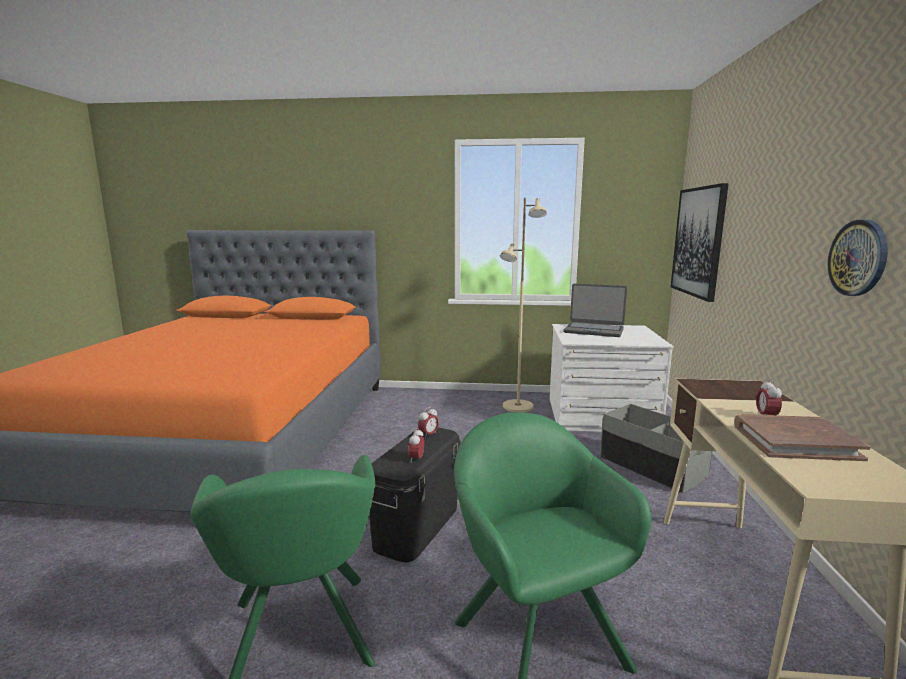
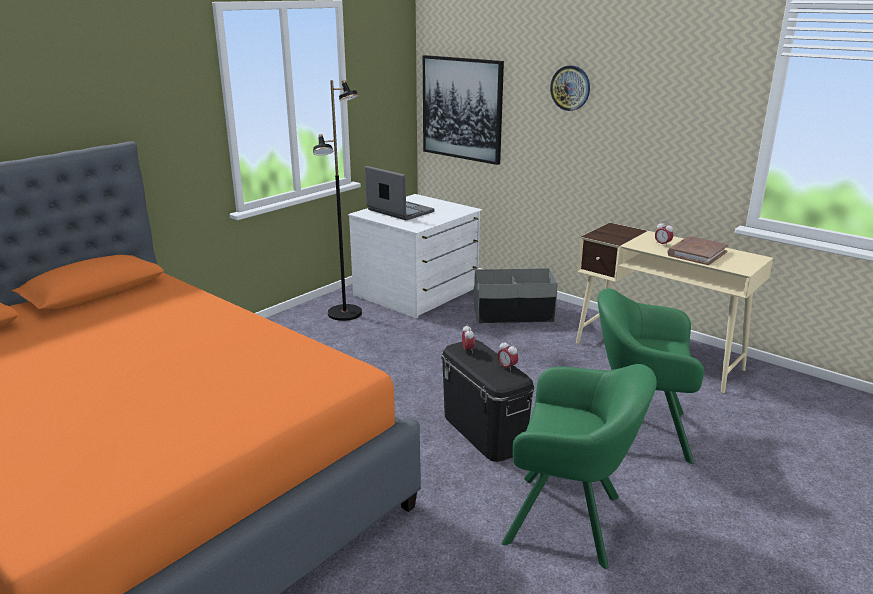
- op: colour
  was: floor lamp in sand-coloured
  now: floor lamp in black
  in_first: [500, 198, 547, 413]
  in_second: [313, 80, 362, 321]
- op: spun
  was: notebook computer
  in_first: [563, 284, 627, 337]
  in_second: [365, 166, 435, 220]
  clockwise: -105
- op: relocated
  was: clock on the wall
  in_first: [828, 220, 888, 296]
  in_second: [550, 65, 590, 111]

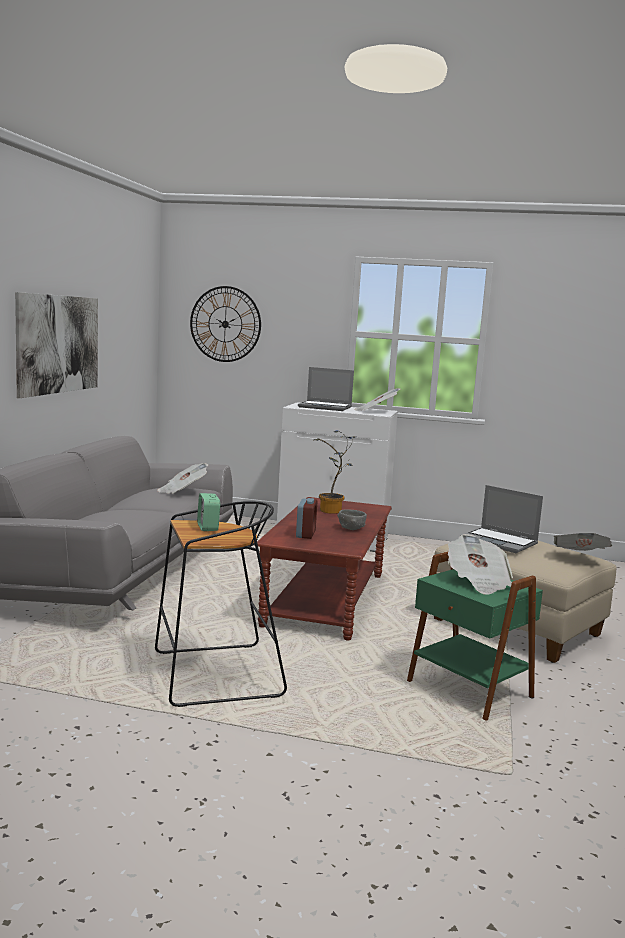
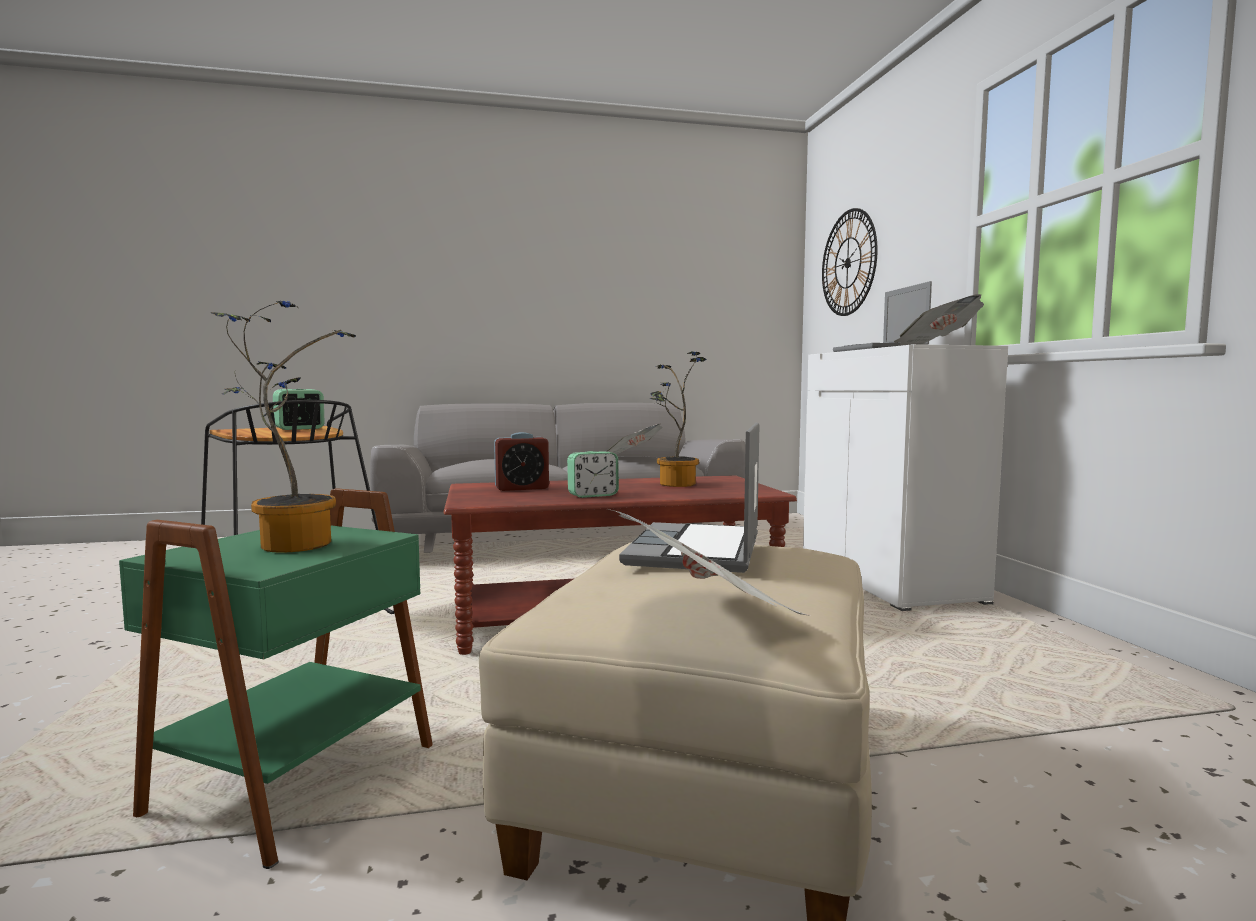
- op: missing
  was: wall picture
  in_first: [15, 292, 98, 398]
- op: exchanged
  was: deep dish in grey
  now: table clock
  in_first: [337, 509, 367, 530]
  in_second: [567, 451, 619, 498]
- op: exchanged
  was: newspaper
  now: houseplant
  in_first: [448, 534, 513, 595]
  in_second: [211, 301, 356, 553]

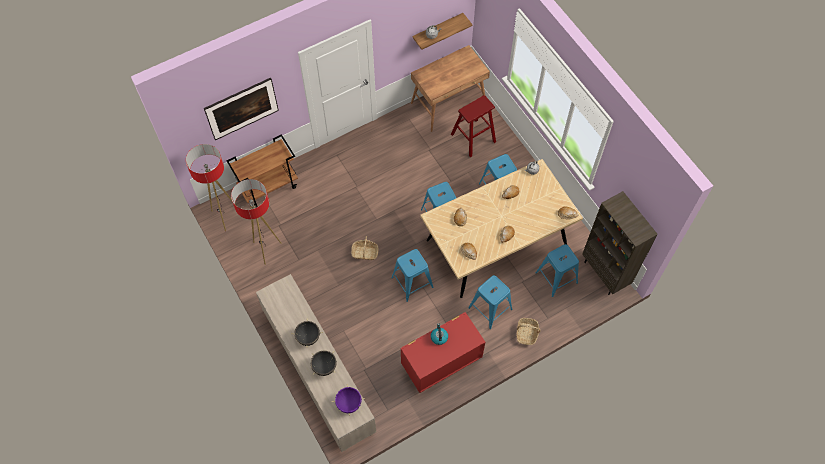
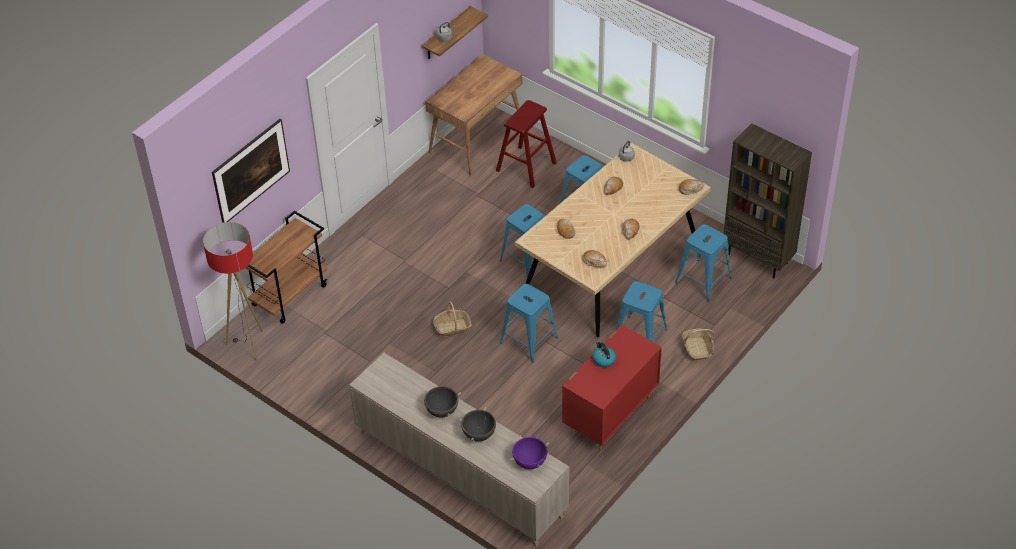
- op: missing
  was: floor lamp
  in_first: [231, 179, 282, 265]

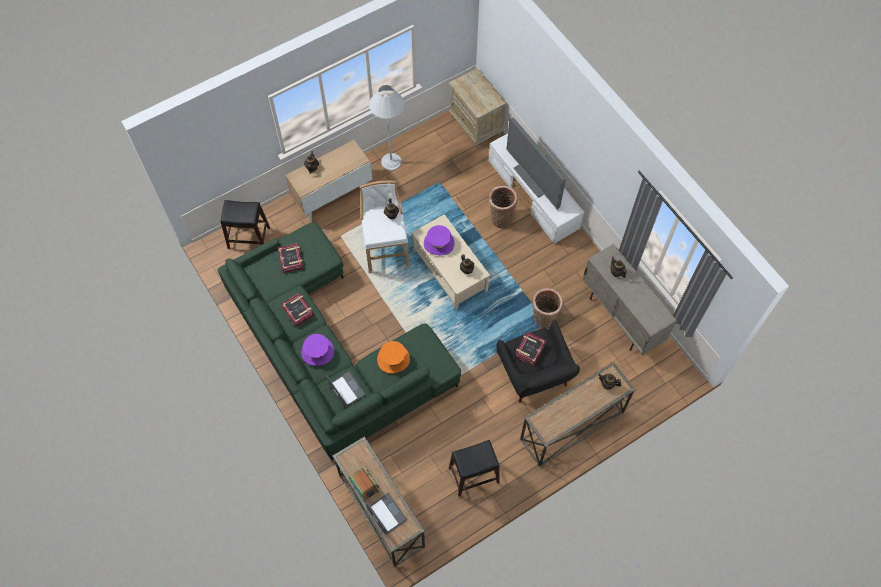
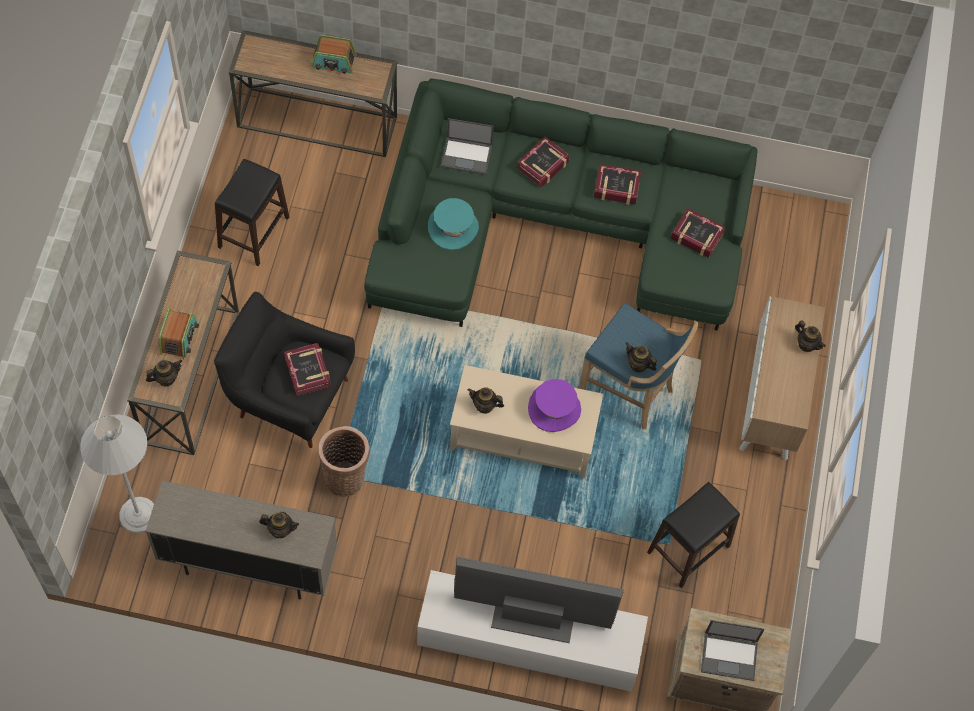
- op: relocated
  was: stool in black
  in_first: [220, 200, 270, 249]
  in_second: [647, 482, 740, 588]
- op: exchanged
  was: hat in purple
  now: book
  in_first: [301, 334, 334, 366]
  in_second: [517, 137, 570, 188]
- op: colour
  was: stool in whitish
  now: stool in blue-coloured
  in_first: [360, 181, 410, 273]
  in_second: [578, 303, 699, 430]
- op: relocated
  was: notebook computer
  in_first: [365, 493, 407, 535]
  in_second: [701, 620, 765, 681]
- op: relocated
  was: floor lamp in whitish
  in_first: [369, 85, 405, 171]
  in_second: [80, 414, 154, 533]
- op: colour
  was: hat in orangey
  now: hat in blue-green
  in_first: [377, 341, 410, 373]
  in_second: [428, 198, 479, 250]
- op: missing
  was: household basket
  in_first: [489, 186, 517, 228]
- op: appeared
  now: radio receiver
  in_second: [159, 308, 199, 359]

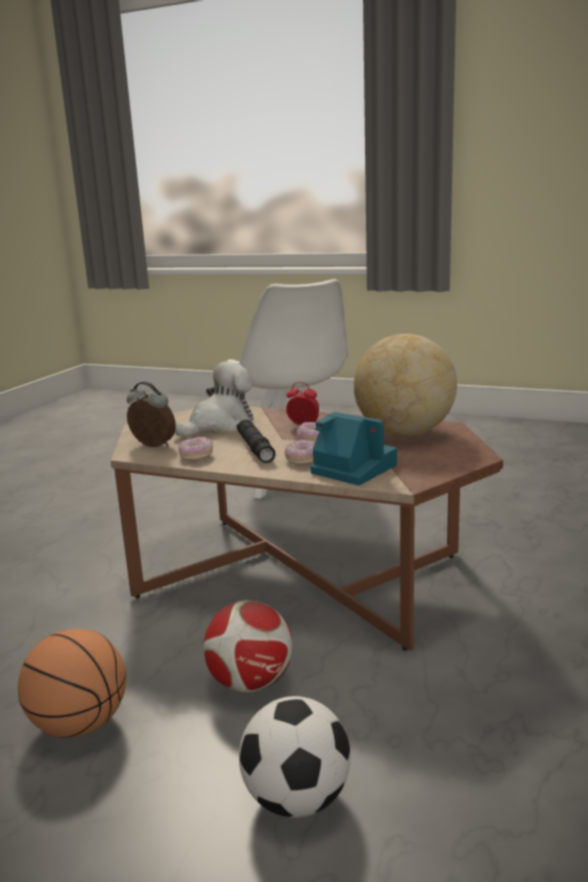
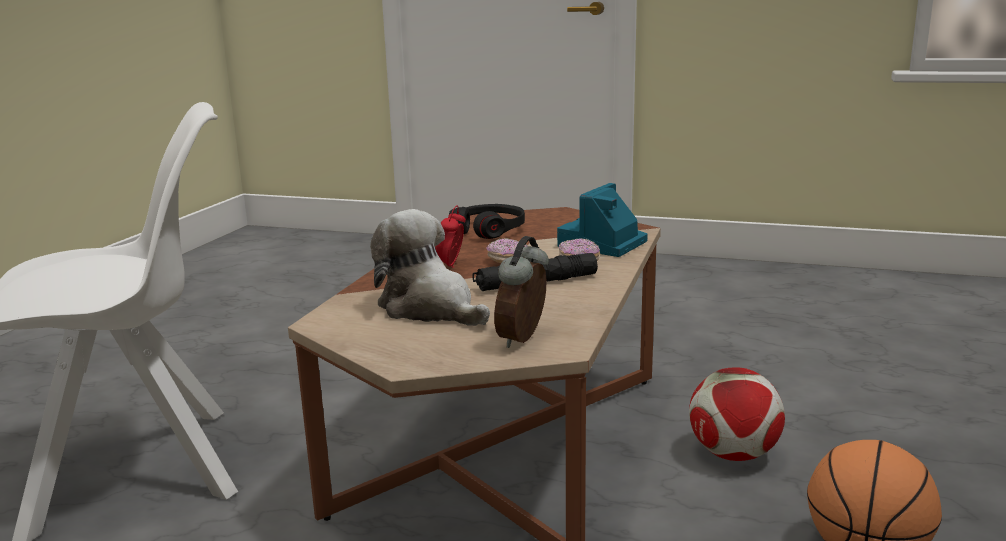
- op: missing
  was: donut
  in_first: [178, 437, 213, 461]
- op: missing
  was: football ball
  in_first: [239, 696, 351, 818]
- op: exchanged
  was: world globe
  now: headset in black
  in_first: [354, 334, 457, 436]
  in_second: [449, 204, 525, 239]

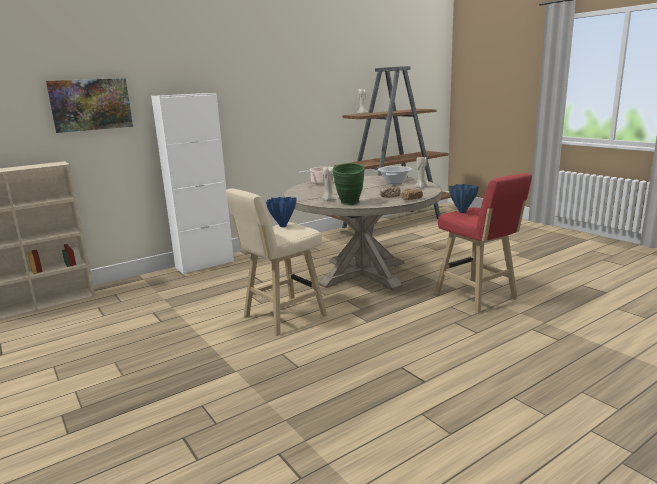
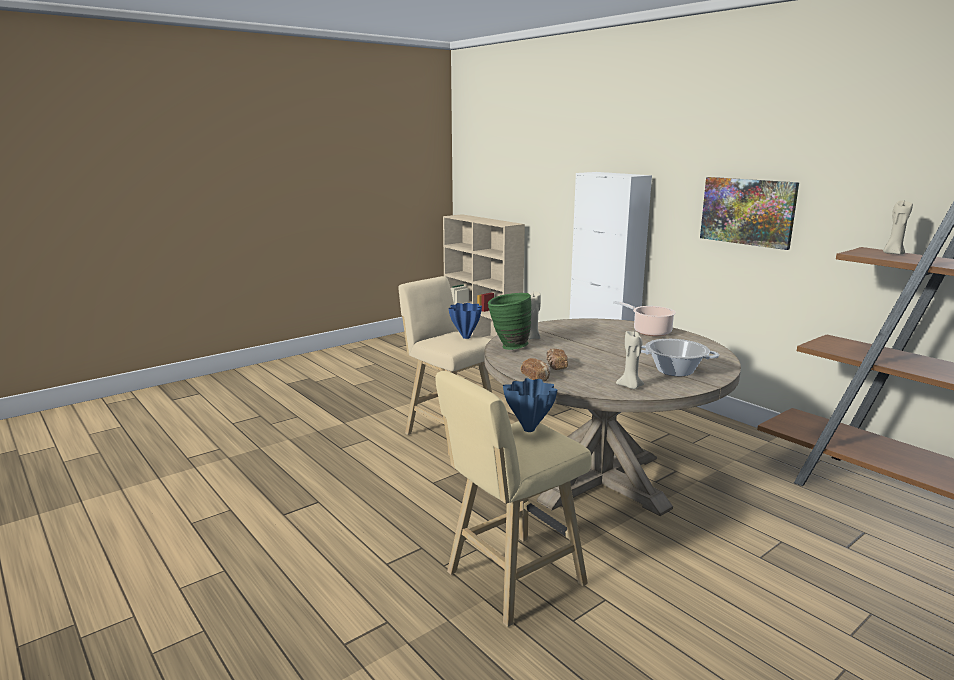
- op: relocated
  was: wall picture
  in_first: [46, 78, 133, 133]
  in_second: [700, 177, 799, 250]
- op: colour
  was: stool in red
  now: stool in sand-coloured
  in_first: [435, 173, 532, 314]
  in_second: [436, 371, 592, 627]

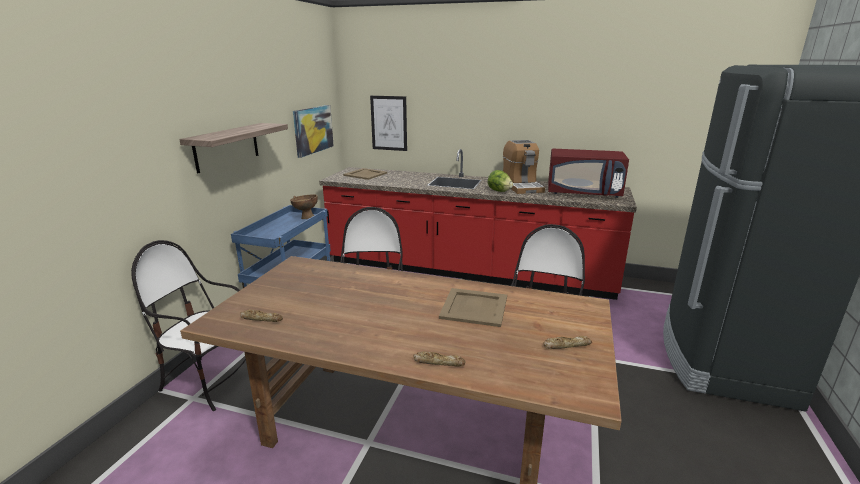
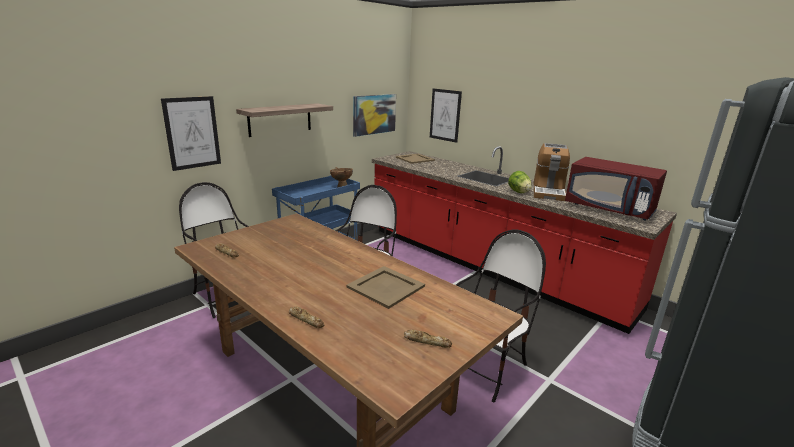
- op: appeared
  now: wall picture
  in_second: [161, 96, 221, 171]

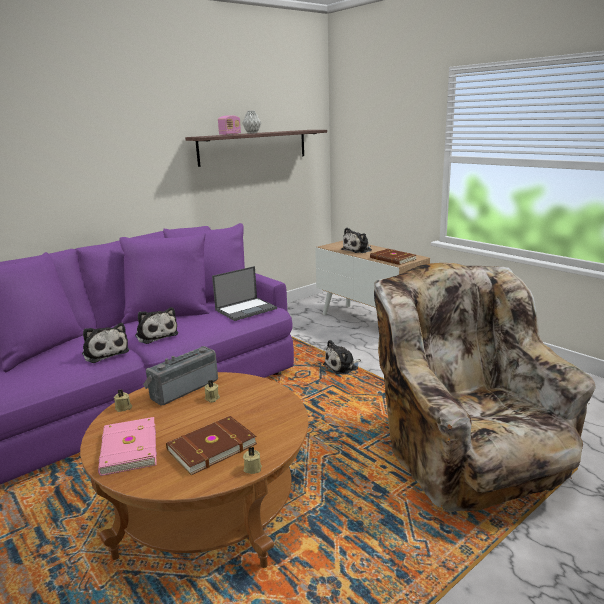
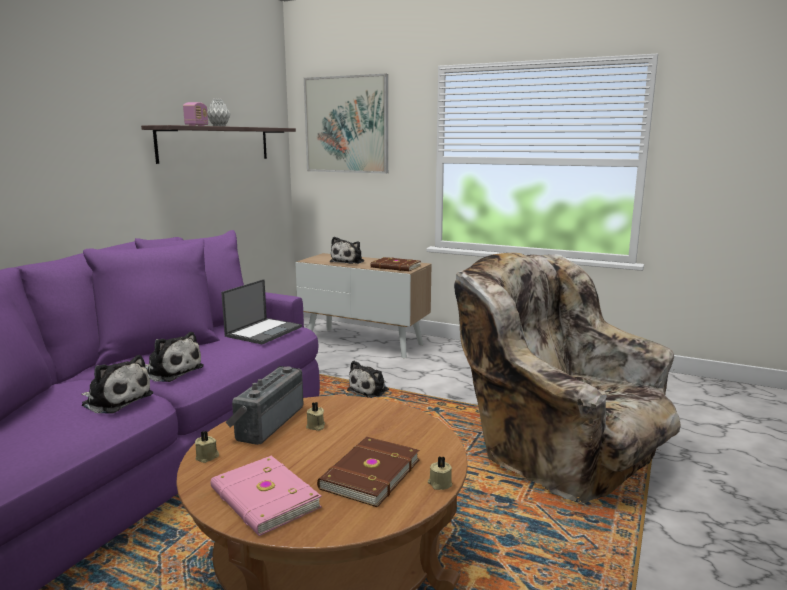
- op: appeared
  now: wall picture
  in_second: [304, 74, 388, 174]

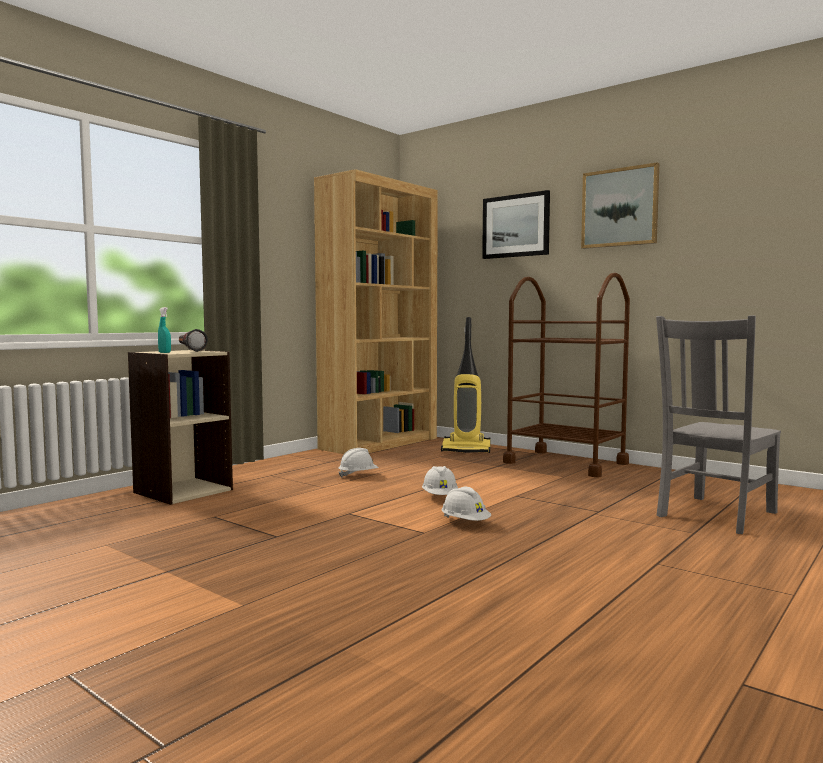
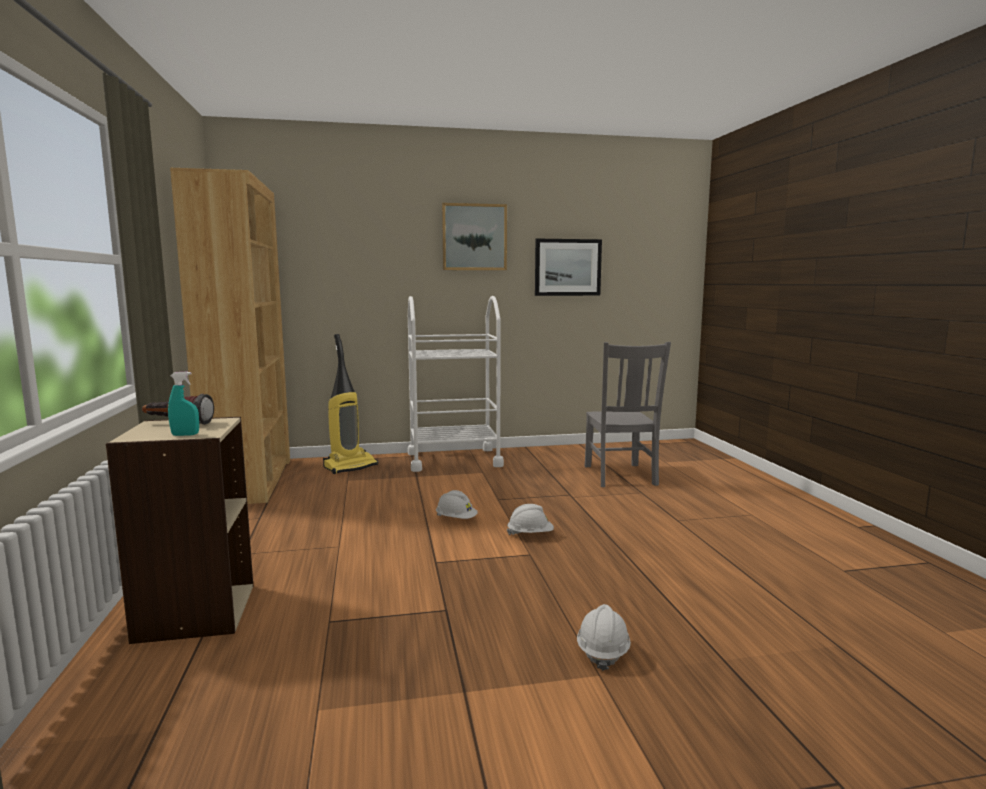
- op: relocated
  was: hard hat in whitish
  in_first: [339, 448, 379, 478]
  in_second: [577, 604, 631, 671]
- op: relocated
  was: wall picture
  in_first: [482, 190, 550, 259]
  in_second: [535, 239, 602, 296]
- op: colour
  was: cart in brown-coloured
  now: cart in whitish
  in_first: [503, 272, 630, 477]
  in_second: [408, 296, 504, 472]

